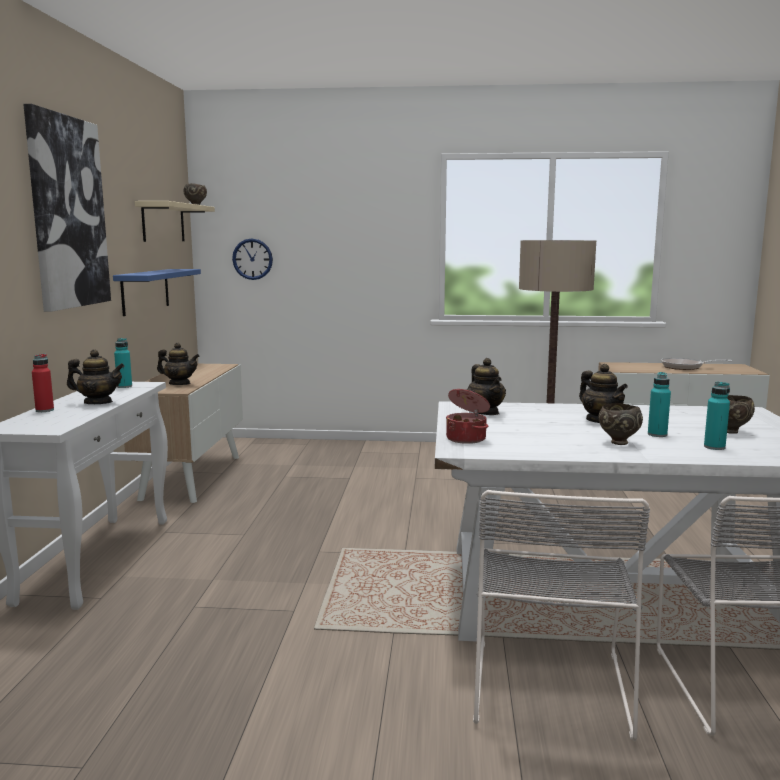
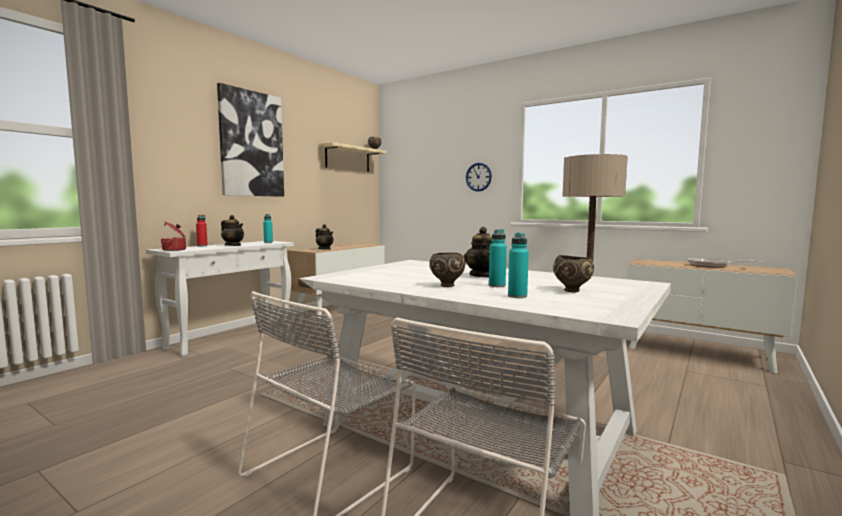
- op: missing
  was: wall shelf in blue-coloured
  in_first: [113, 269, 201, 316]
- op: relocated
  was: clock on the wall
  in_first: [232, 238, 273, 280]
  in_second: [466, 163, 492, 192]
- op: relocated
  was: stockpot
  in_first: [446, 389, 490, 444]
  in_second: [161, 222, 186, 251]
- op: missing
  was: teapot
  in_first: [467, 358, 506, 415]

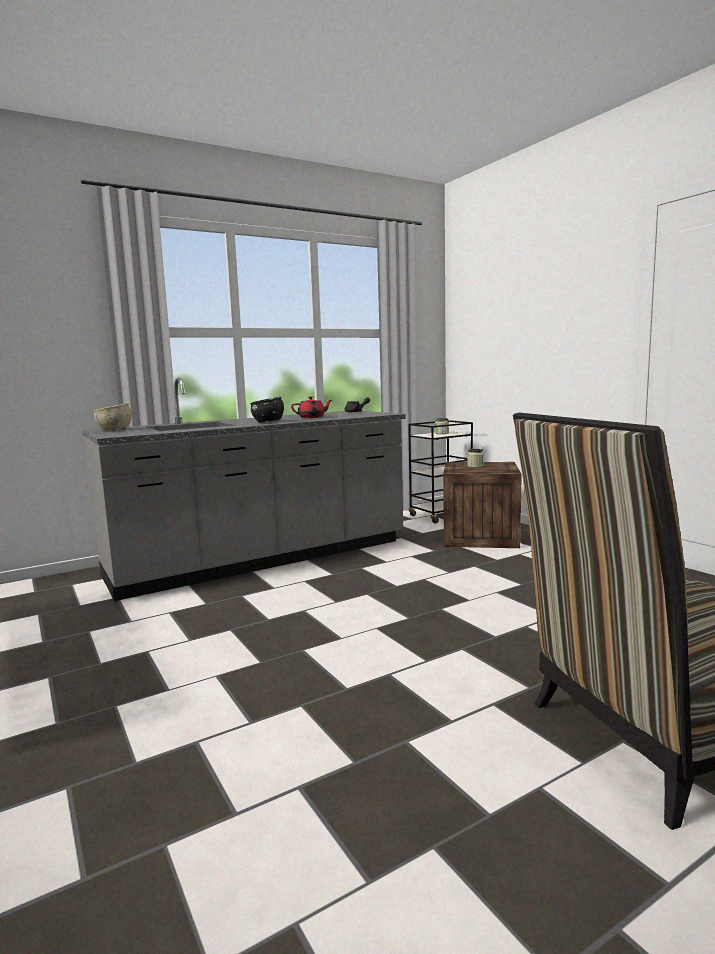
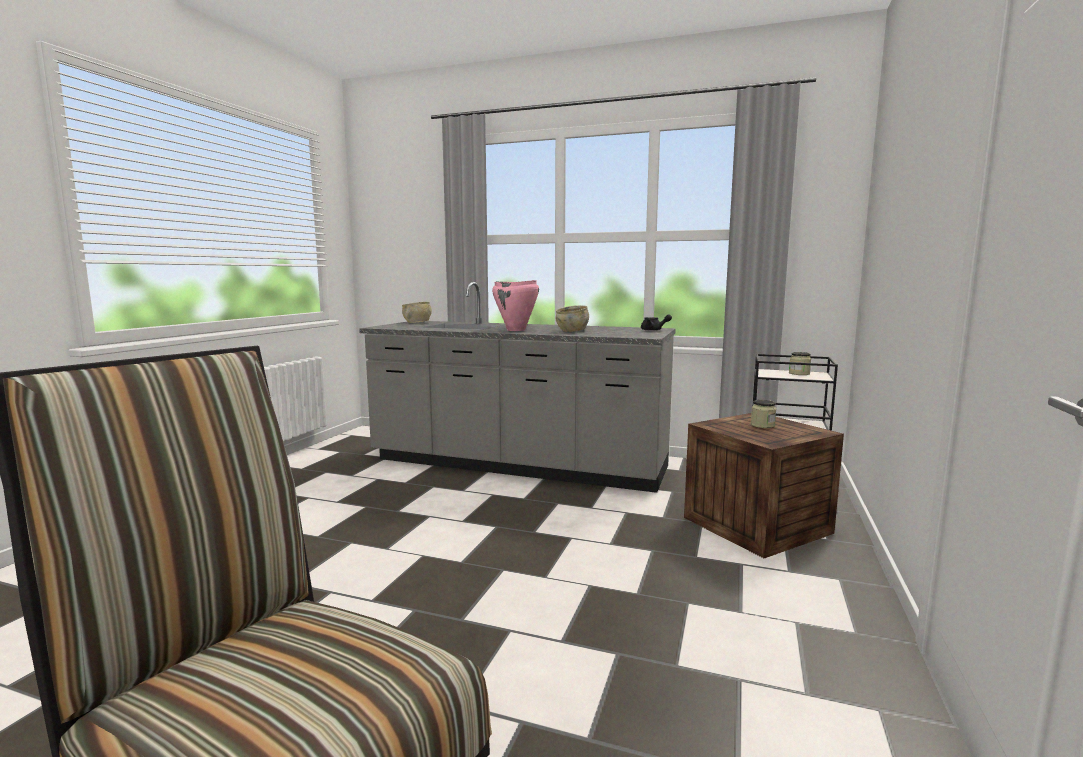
- op: exchanged
  was: deep dish in black
  now: stockpot in pink
  in_first: [250, 397, 284, 423]
  in_second: [492, 280, 539, 331]
- op: exchanged
  was: teapot in red
  now: deep dish in sand-coloured
  in_first: [291, 396, 332, 418]
  in_second: [556, 305, 589, 332]

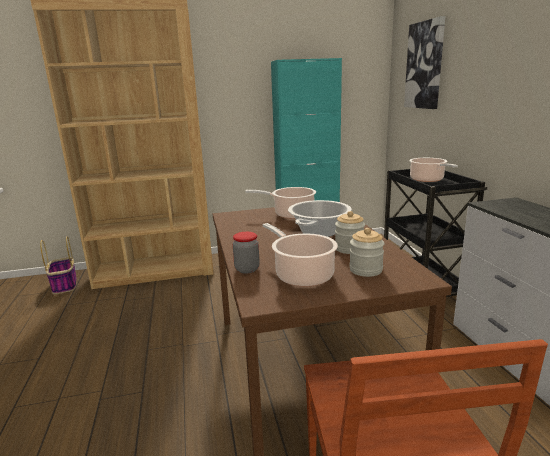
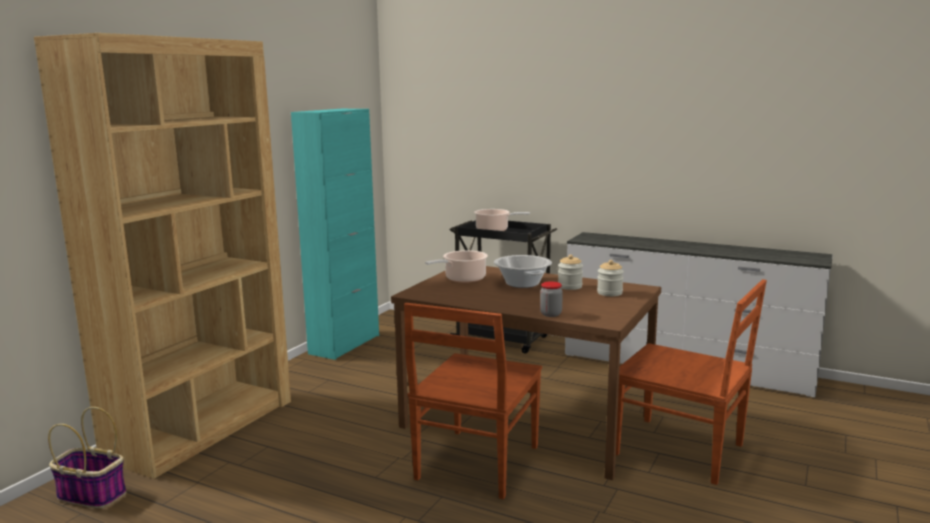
- op: missing
  was: stockpot
  in_first: [263, 223, 338, 287]
- op: missing
  was: wall picture
  in_first: [404, 16, 445, 109]
- op: appeared
  now: upright chair in brown-coloured
  in_second: [404, 303, 542, 499]

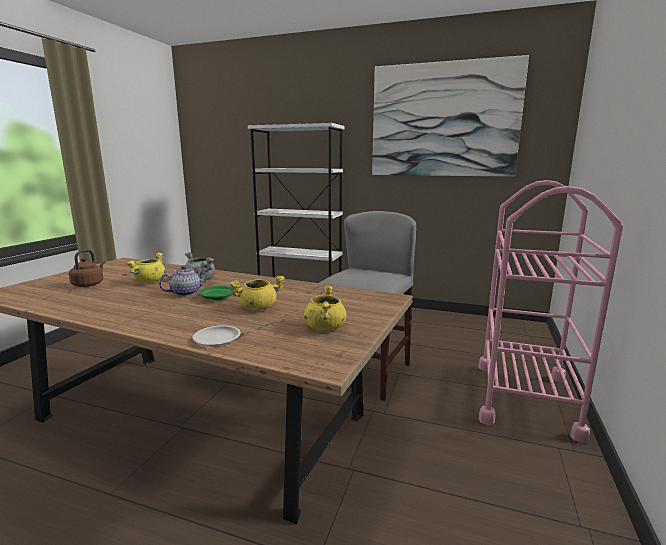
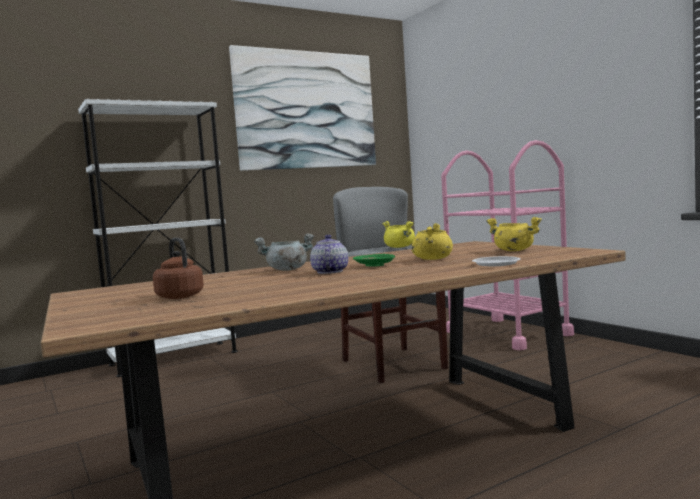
- op: relocated
  was: stockpot in yellow
  in_first: [126, 252, 166, 283]
  in_second: [382, 221, 415, 248]

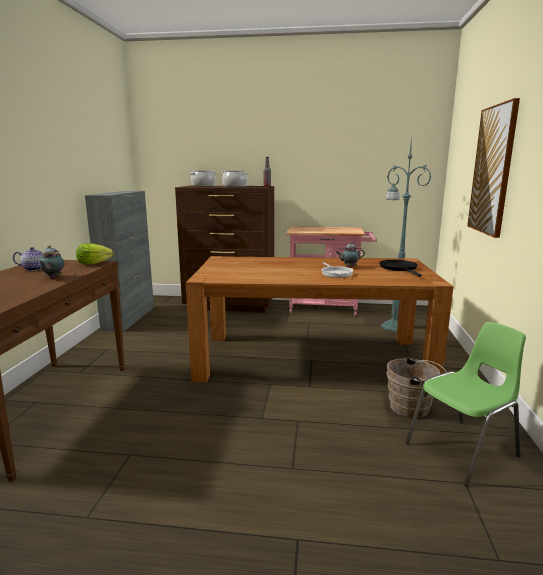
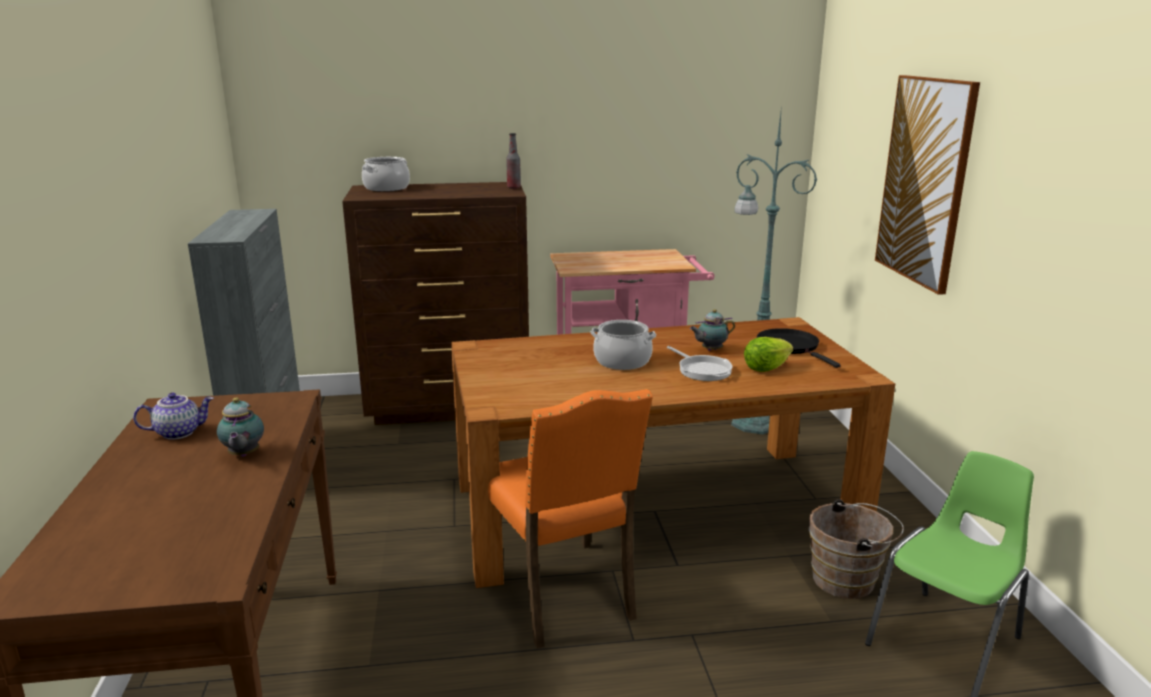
- op: relocated
  was: lettuce
  in_first: [76, 243, 113, 265]
  in_second: [744, 337, 793, 372]
- op: relocated
  was: stockpot
  in_first: [222, 171, 248, 187]
  in_second: [590, 320, 656, 370]
- op: appeared
  now: upright chair in orangey
  in_second: [488, 389, 653, 648]

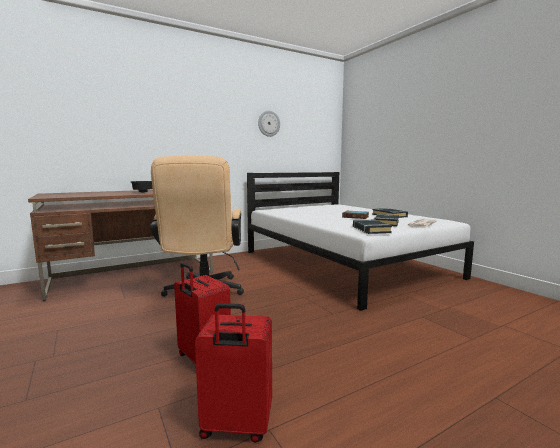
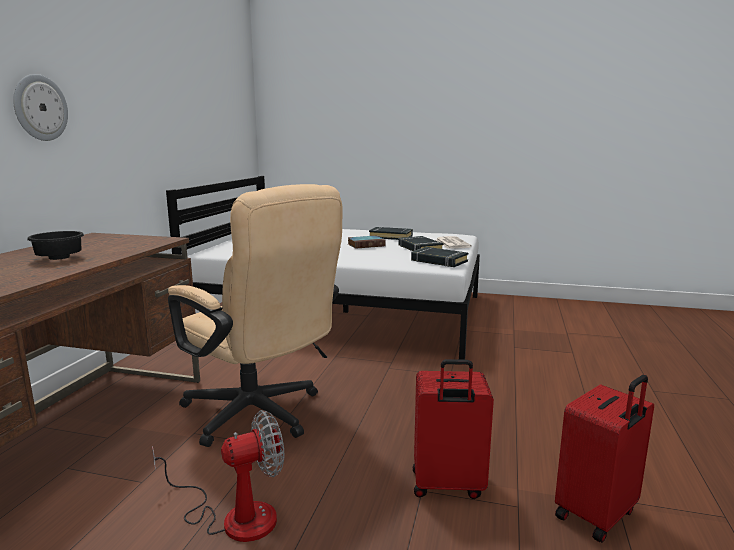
- op: relocated
  was: clock on the wall
  in_first: [258, 111, 280, 137]
  in_second: [13, 74, 68, 141]
- op: appeared
  now: cooling fan
  in_second: [152, 410, 285, 542]

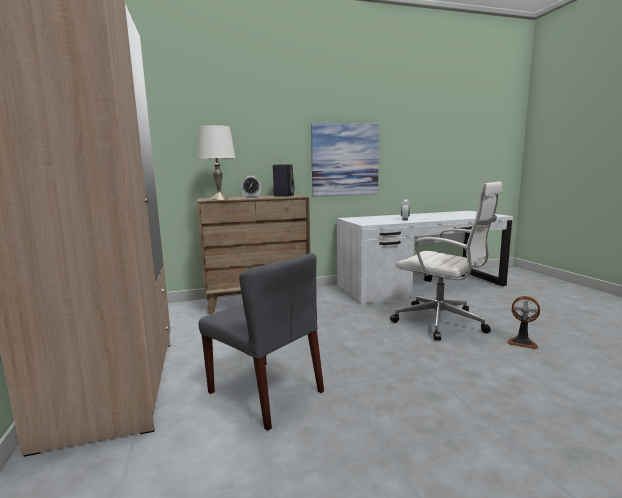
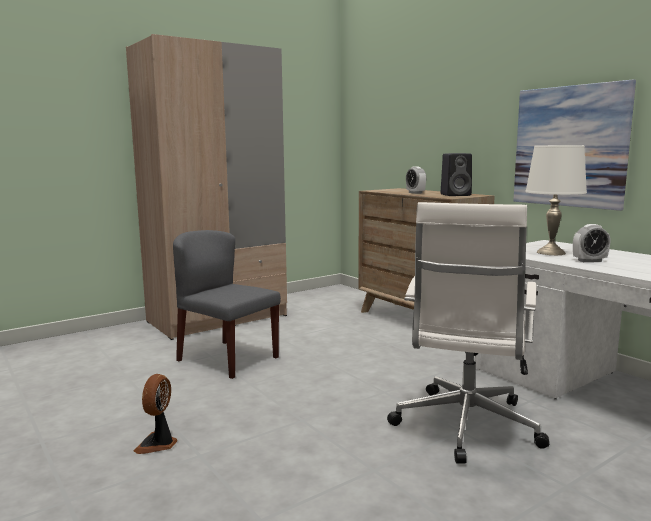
- op: relocated
  was: tabletop lamp in whitish
  in_first: [197, 125, 236, 200]
  in_second: [525, 145, 587, 255]
- op: spun
  was: upright chair in grey
  in_first: [199, 253, 324, 431]
  in_second: [173, 230, 281, 379]
  clockwise: 105
- op: relocated
  was: cooling fan
  in_first: [507, 296, 540, 349]
  in_second: [134, 374, 178, 454]

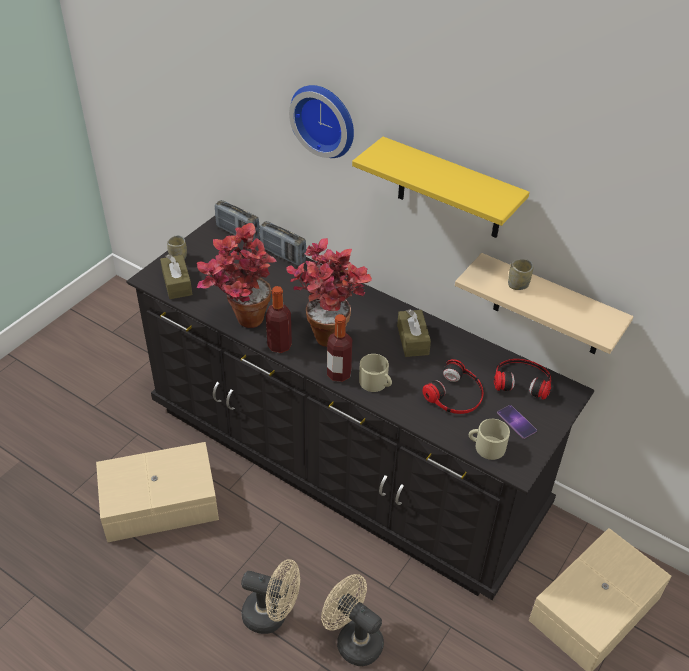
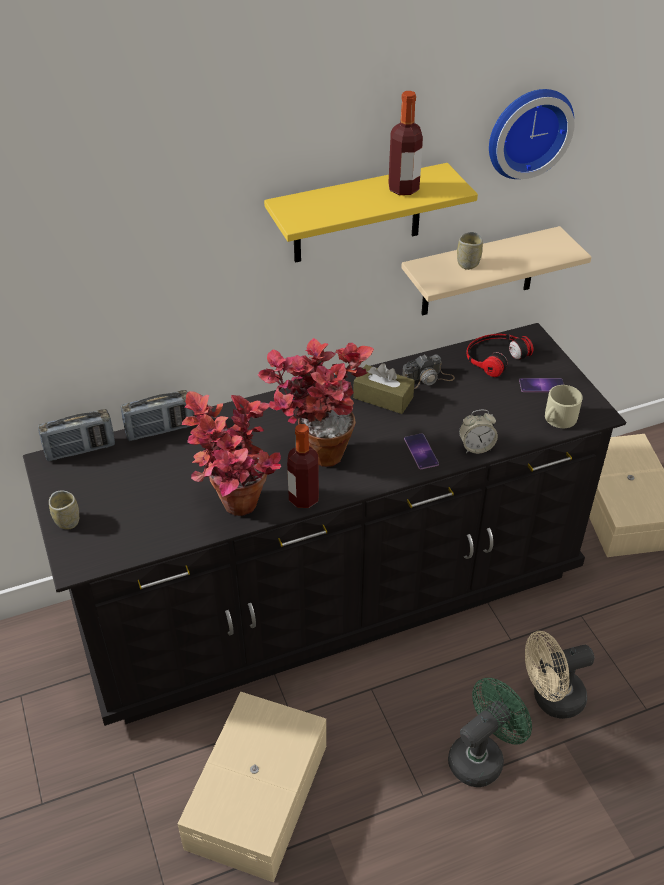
- op: missing
  was: tissue box in brown-coloured
  in_first: [160, 254, 192, 299]
- op: colour
  was: cooling fan in sand-coloured
  now: cooling fan in green
  in_first: [241, 559, 300, 634]
  in_second: [448, 678, 532, 787]
- op: relocated
  was: clock on the wall
  in_first: [289, 85, 354, 158]
  in_second: [489, 89, 575, 179]
- op: relocated
  was: drink bottle
  in_first: [327, 314, 352, 382]
  in_second: [388, 91, 423, 195]
- op: exchanged
  was: coffee mug in sand-coloured
  now: handset
  in_first: [359, 354, 392, 392]
  in_second: [404, 433, 439, 469]
- op: missing
  was: headset
  in_first: [423, 359, 483, 414]
- op: appeared
  now: still camera
  in_second: [403, 355, 455, 389]
- op: appeared
  now: table clock
  in_second: [459, 410, 498, 454]

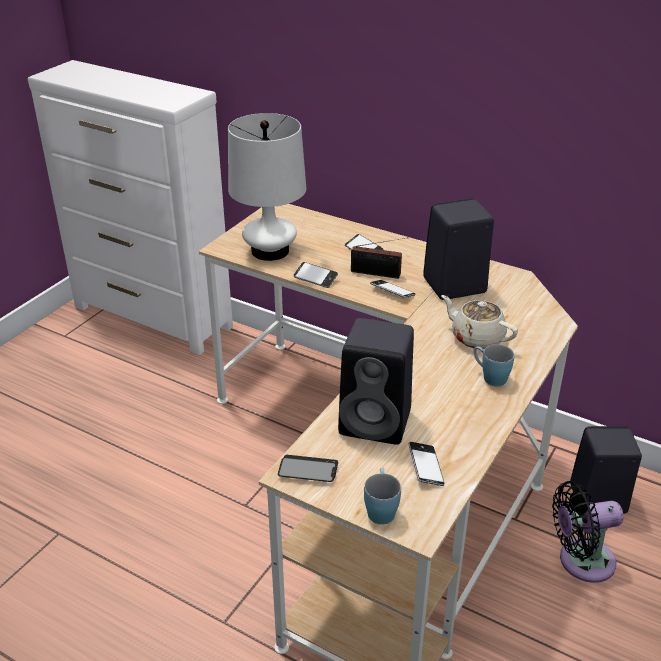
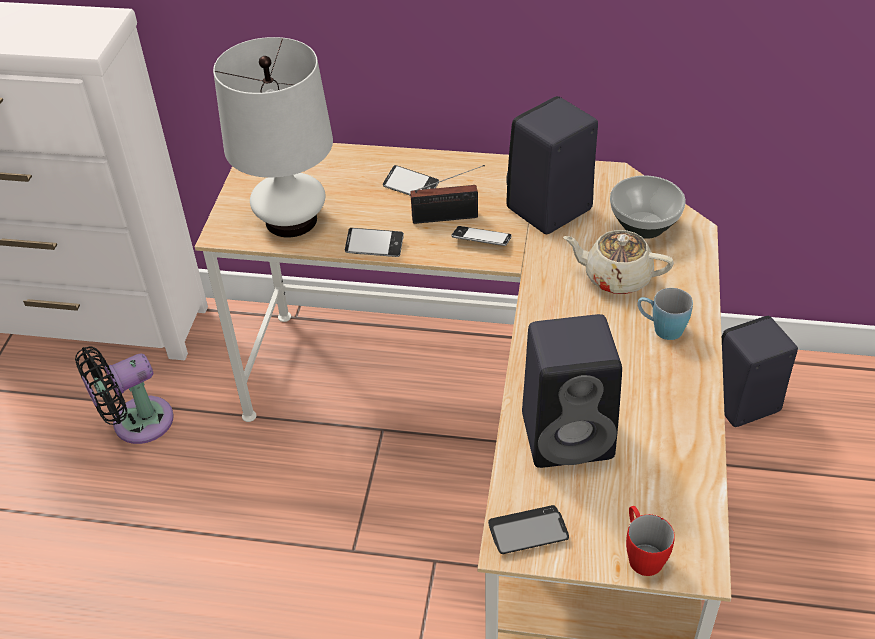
- op: colour
  was: coffee mug in blue-coloured
  now: coffee mug in red
  in_first: [364, 468, 401, 525]
  in_second: [626, 506, 675, 576]
- op: missing
  was: handset
  in_first: [409, 442, 445, 486]
- op: relocated
  was: cooling fan in black
  in_first: [552, 481, 624, 583]
  in_second: [75, 346, 174, 444]
- op: appeared
  now: deep dish
  in_second: [610, 175, 686, 239]

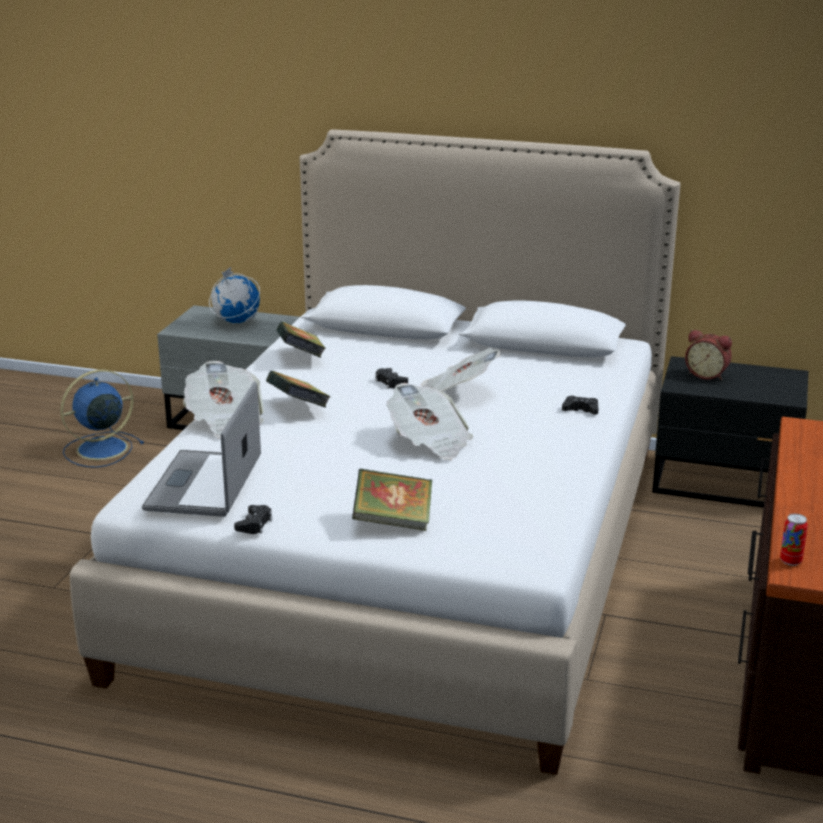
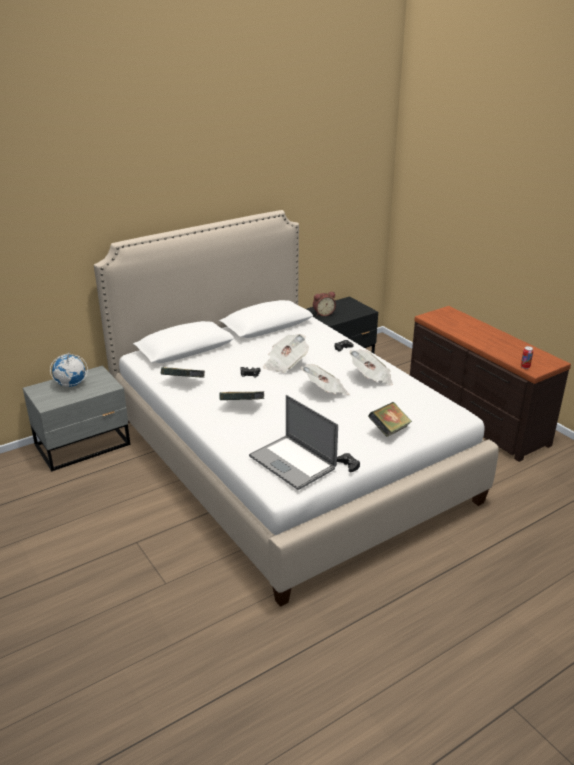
- op: missing
  was: cooling fan in blue-coloured
  in_first: [60, 369, 144, 468]
- op: relocated
  was: newspaper
  in_first: [183, 361, 264, 439]
  in_second: [349, 350, 393, 385]

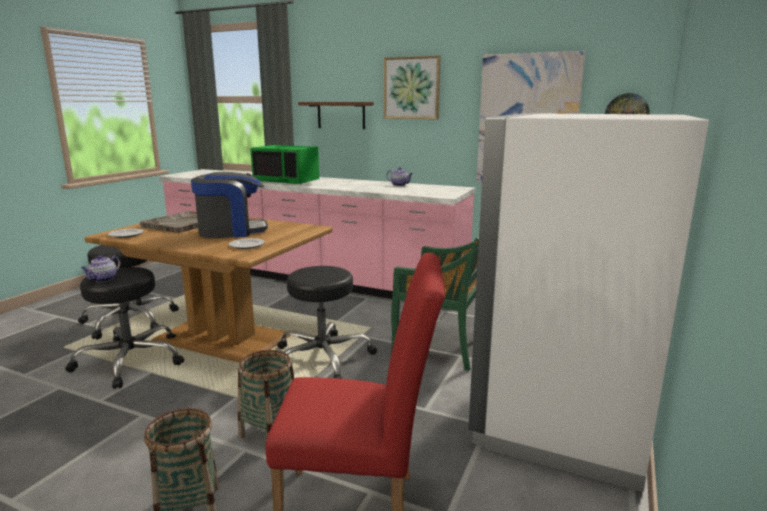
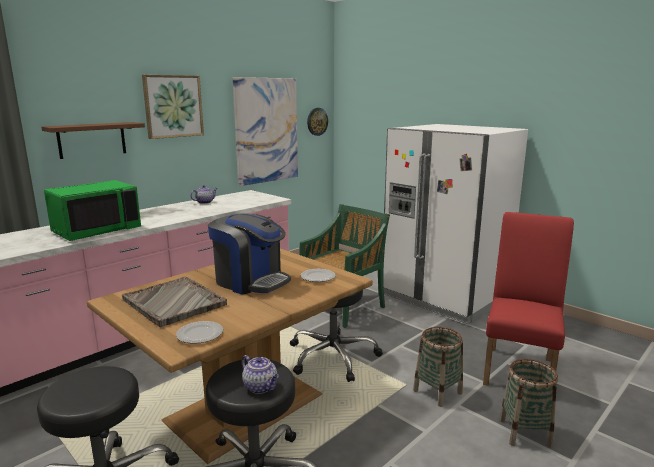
- op: spun
  was: coffee brewer
  in_first: [191, 172, 268, 238]
  in_second: [208, 213, 291, 295]
  clockwise: 120

